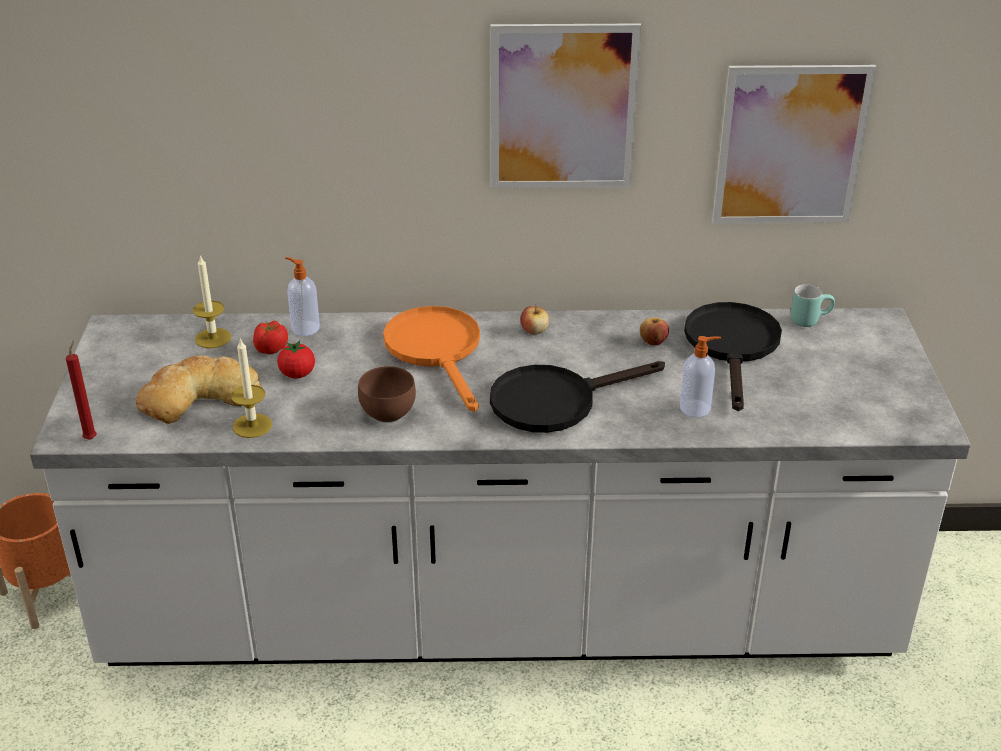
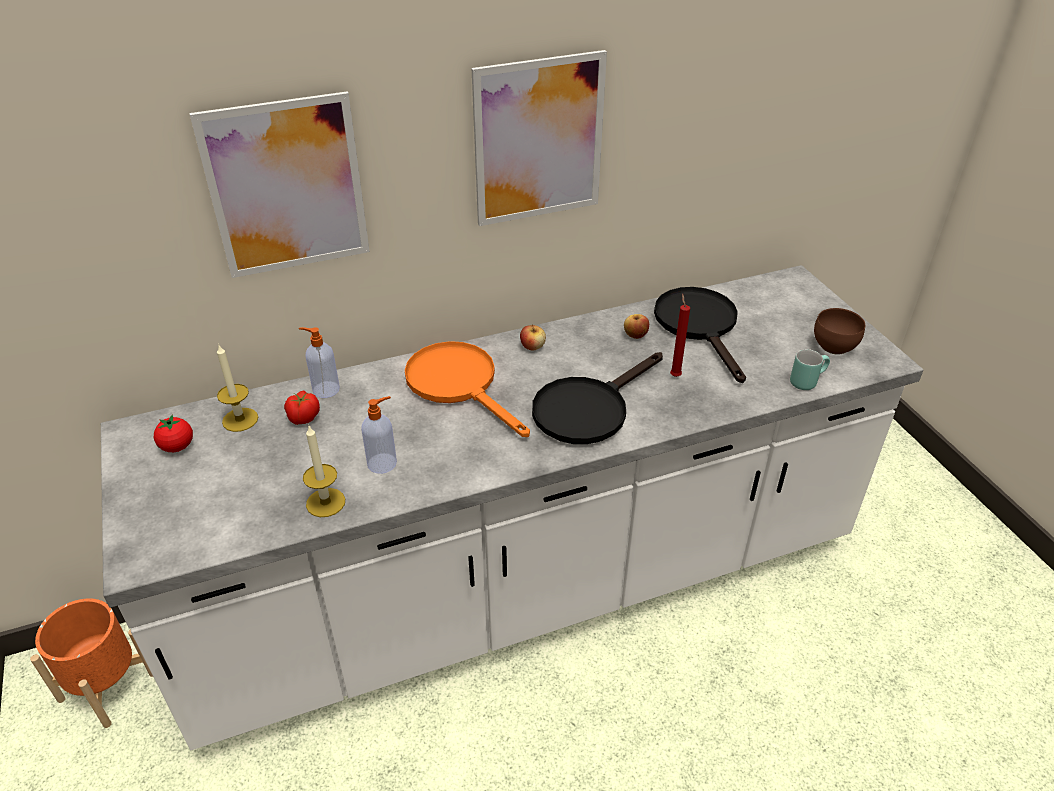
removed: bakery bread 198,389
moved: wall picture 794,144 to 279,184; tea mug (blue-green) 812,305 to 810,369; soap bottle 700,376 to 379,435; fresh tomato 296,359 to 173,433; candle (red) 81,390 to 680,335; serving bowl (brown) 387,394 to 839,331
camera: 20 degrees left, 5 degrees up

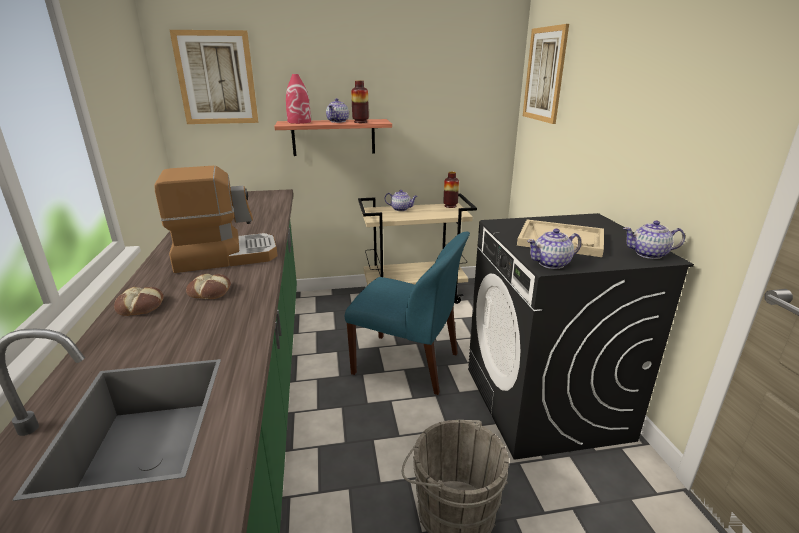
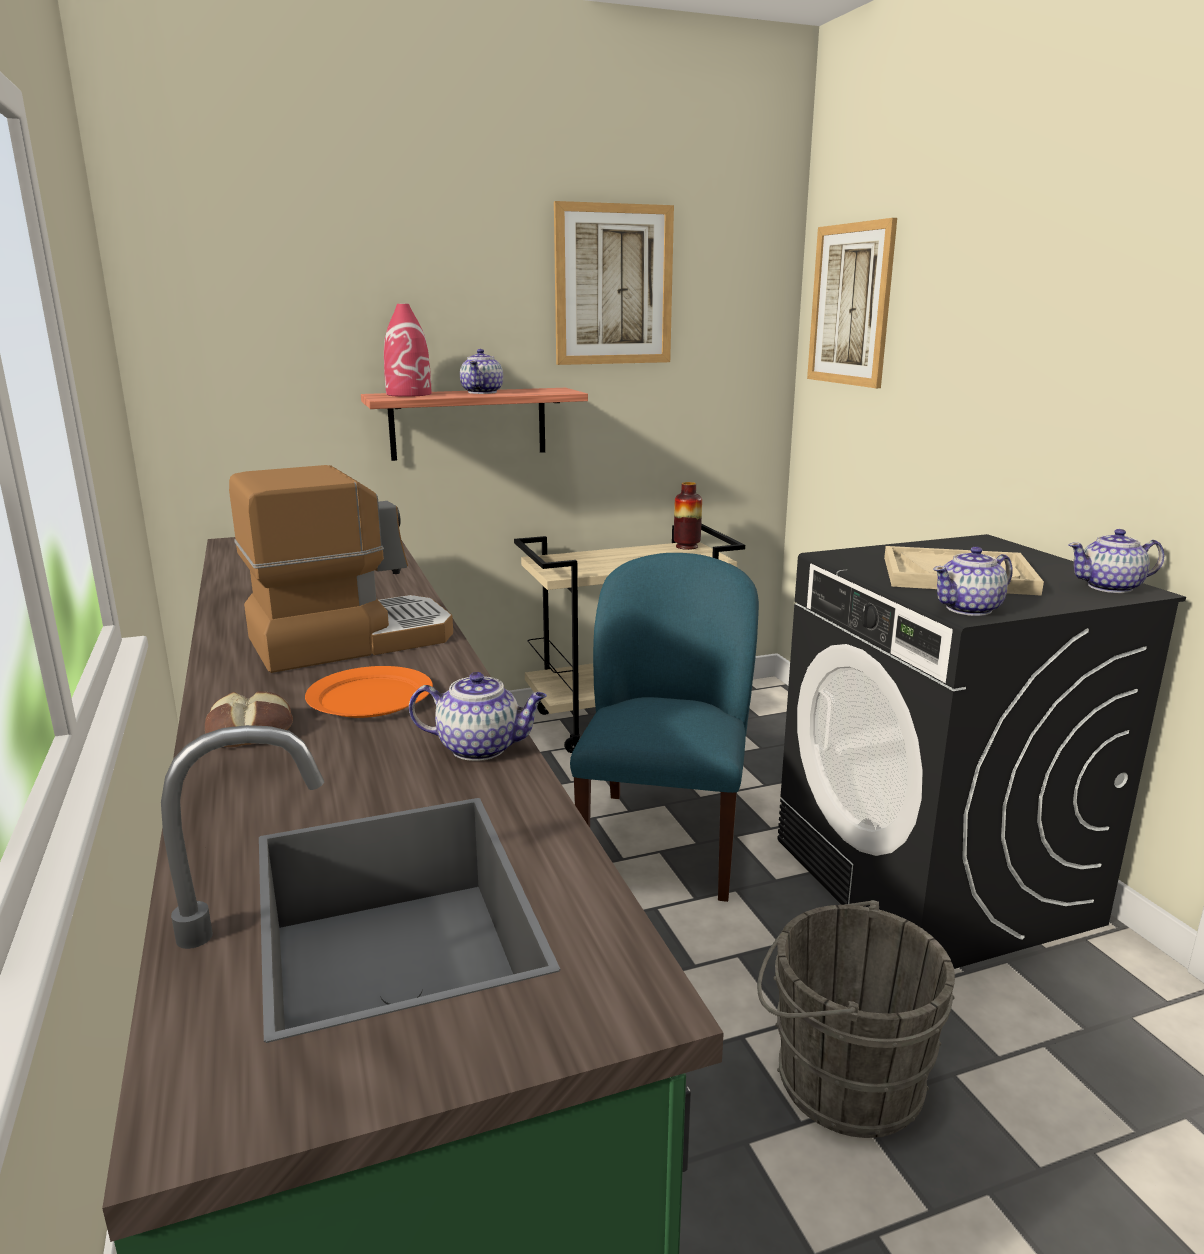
removed: decorative vase 360,101
moved: wall picture 214,77 to 614,283; pot for tea 401,200 to 478,716
replaced: bakery bread 208,286 to flat dish (orange) 369,692
turned: chair (blue) 407,313 = 664,727 90 degrees counterclockwise
camera: 10 degrees left, 5 degrees down

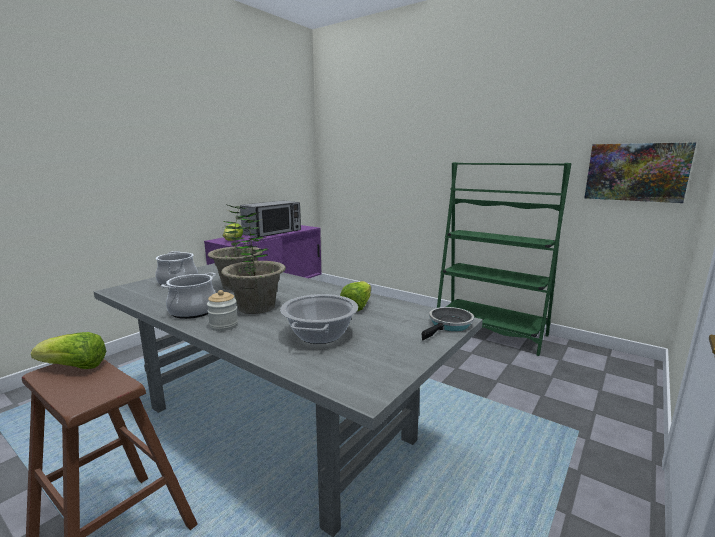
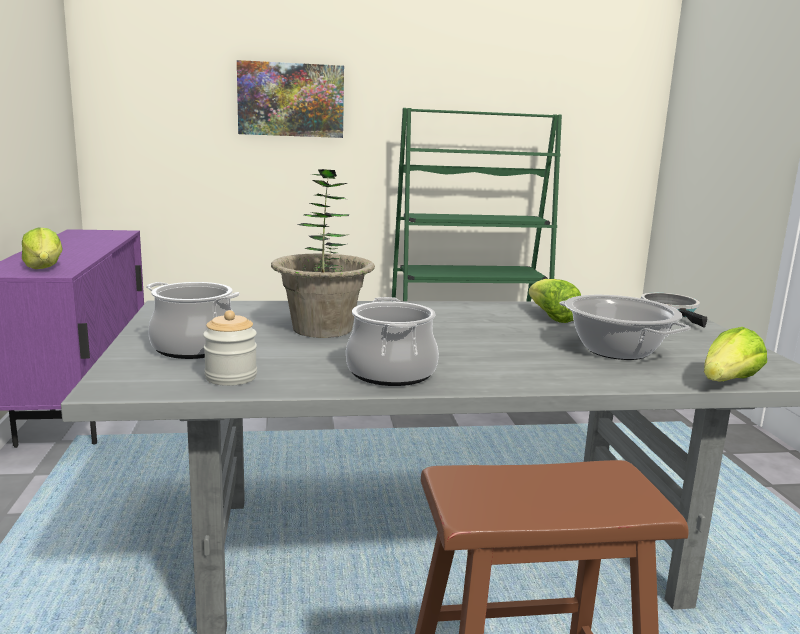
removed: microwave 270,219; plant in a pot 253,263
moved: wall picture 640,172 to 290,99; storage jar 222,310 to 230,348; lettuce 68,350 to 735,354
camera: 45 degrees left, 0 degrees up

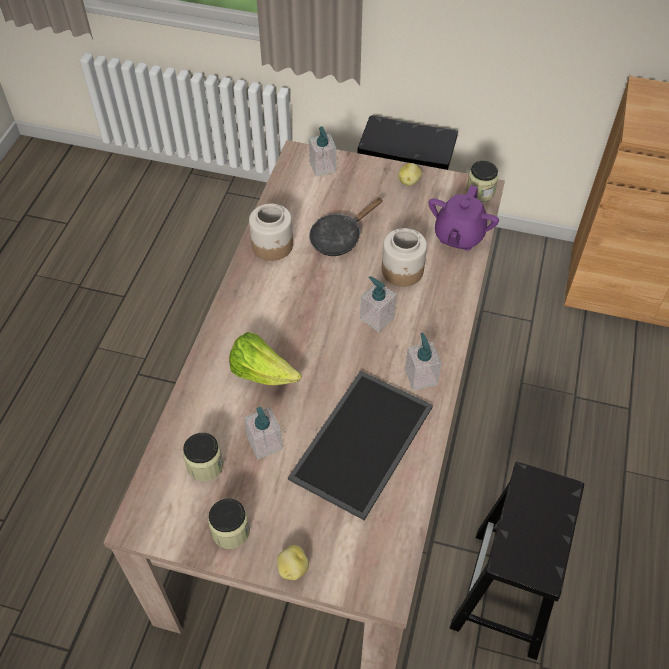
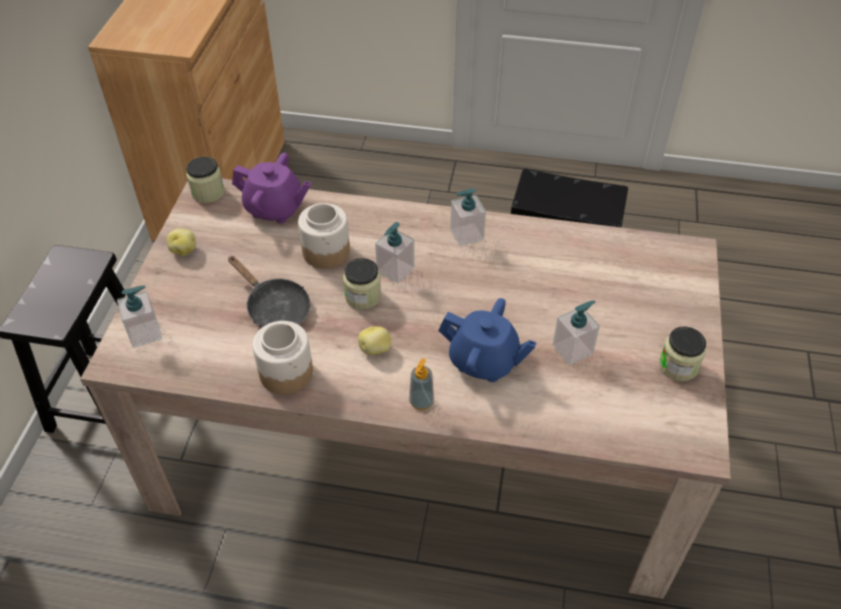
removed: carrying tray 360,446
added: soap bottle 421,384
moved: storage jar 203,457 to 362,283; spud 293,562 to 374,340
replaced: lettuce 265,359 to pot for tea (blue) 487,340
camera: 95 degrees left, 5 degrees down

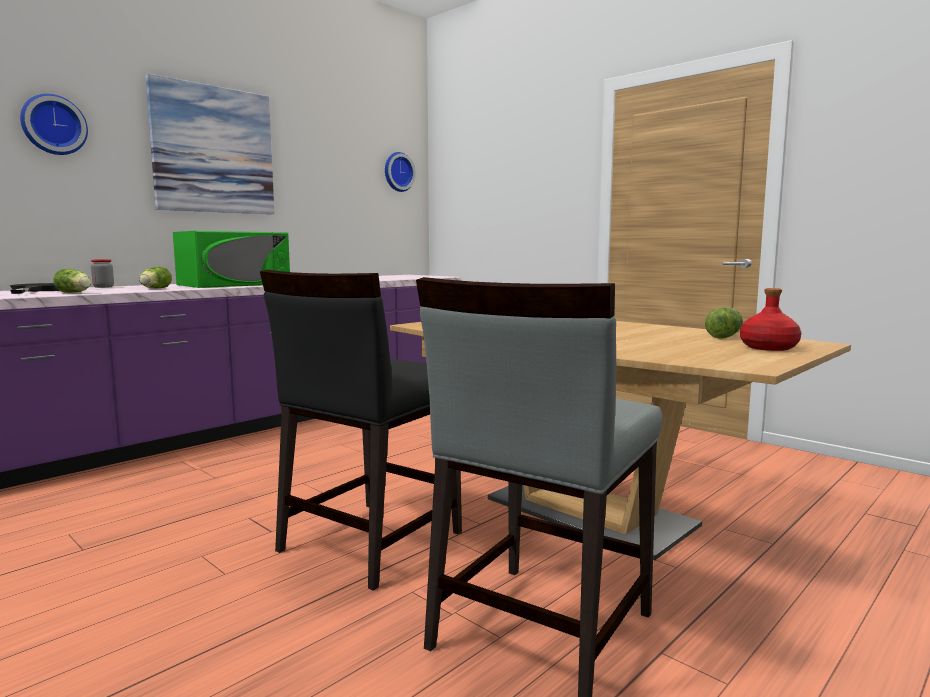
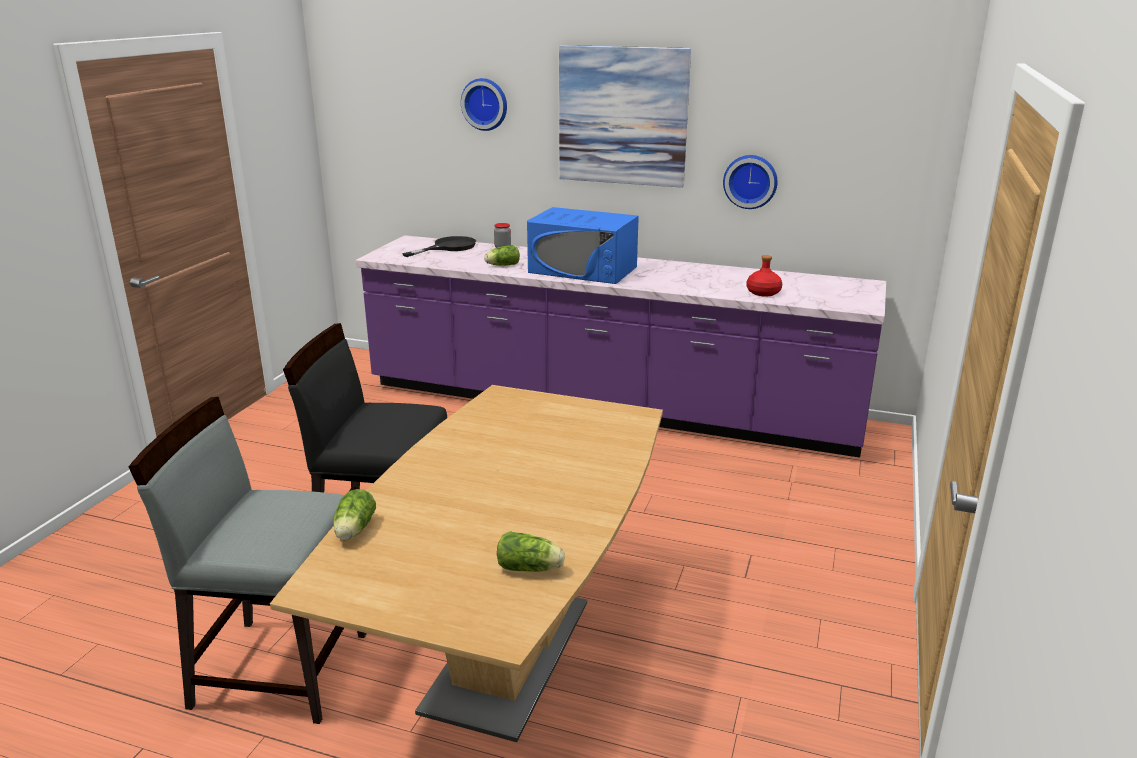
moved: hanging clock 400,172 to 750,182; lettuce 72,281 to 354,514; bottle (red) 770,319 to 764,275
recoloured: microwave (green) 231,259 to microwave (blue) 583,245
camera: 65 degrees right, 15 degrees up

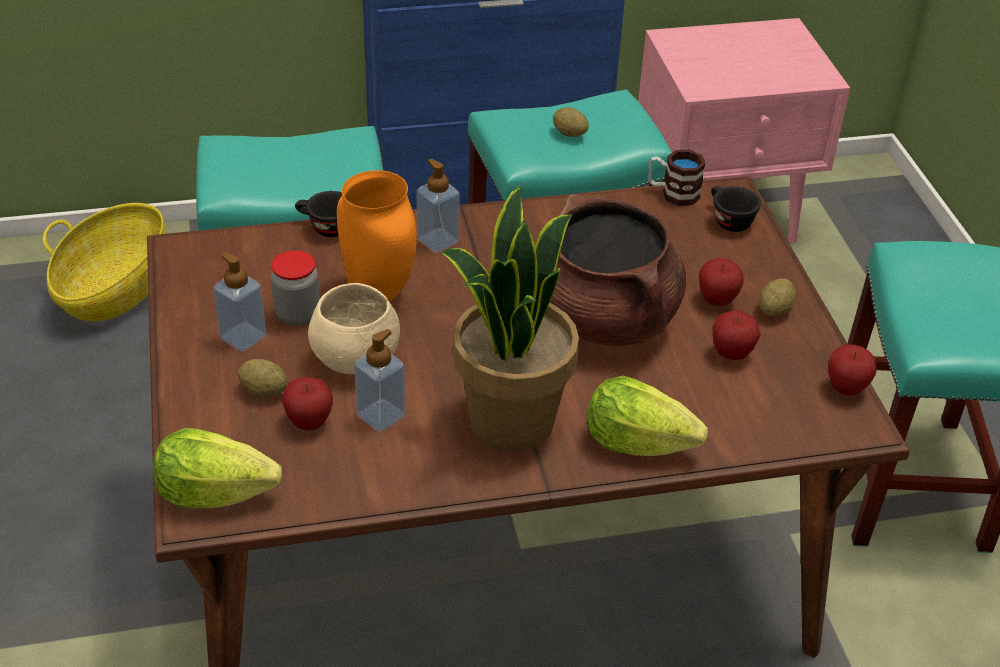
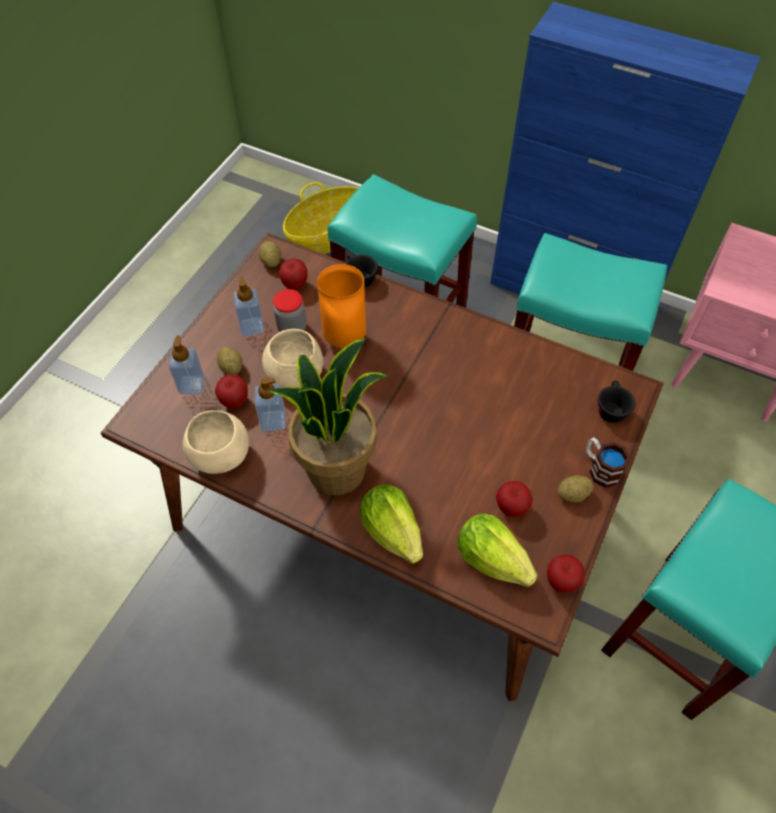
removed: saucepot (brown) 618,270
added: serving bowl (sand-coloured) 216,442
moved: spud 571,122 to 270,254; tea mug 677,177 to 608,462; soap bottle 438,206 to 186,364; whole apple 721,282 to 293,274; lettuce 217,468 to 497,550
camera: 40 degrees right, 15 degrees up

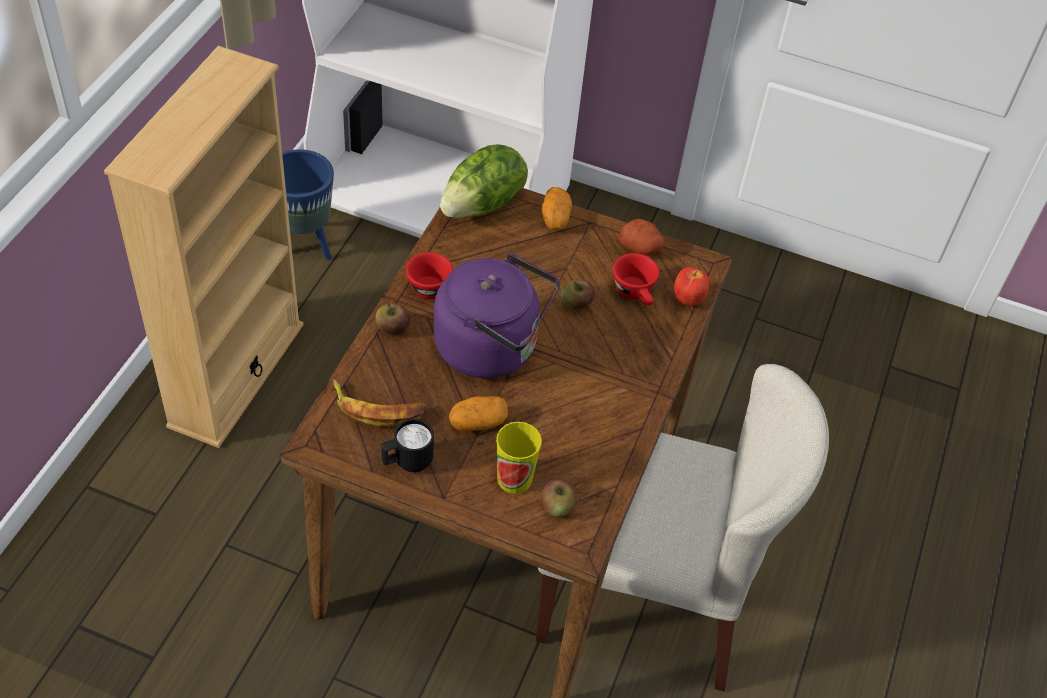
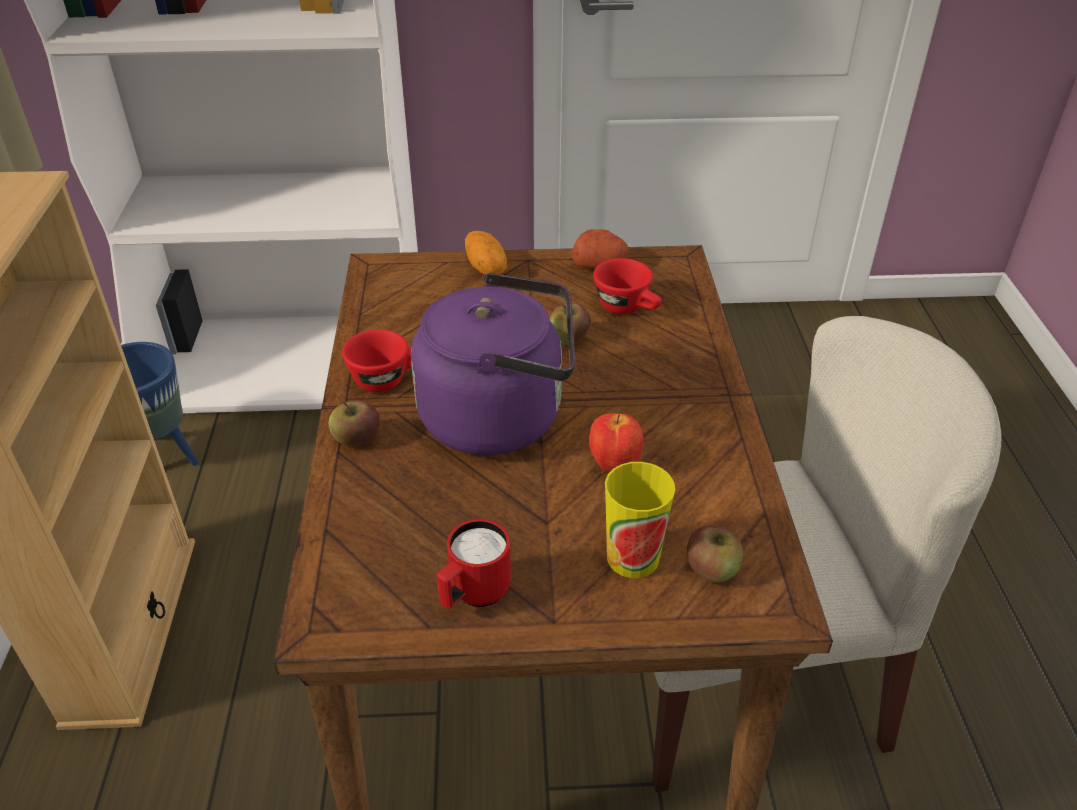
removed: lettuce 484,181; whole banana 379,403; spud 478,413
moved: whole apple 691,286 to 616,442
recoloured: tea mug (black-coloured) 407,445 to tea mug (red) 474,564
camera: 20 degrees left, 10 degrees down

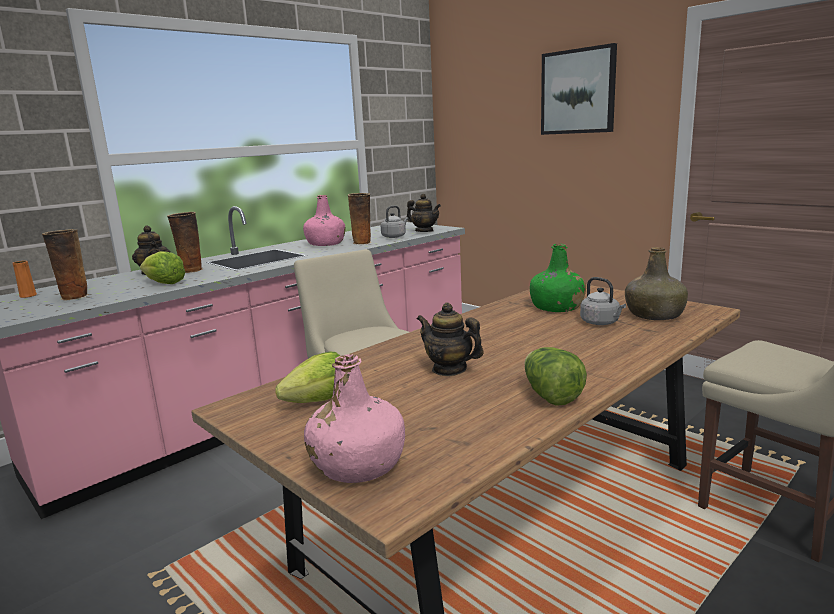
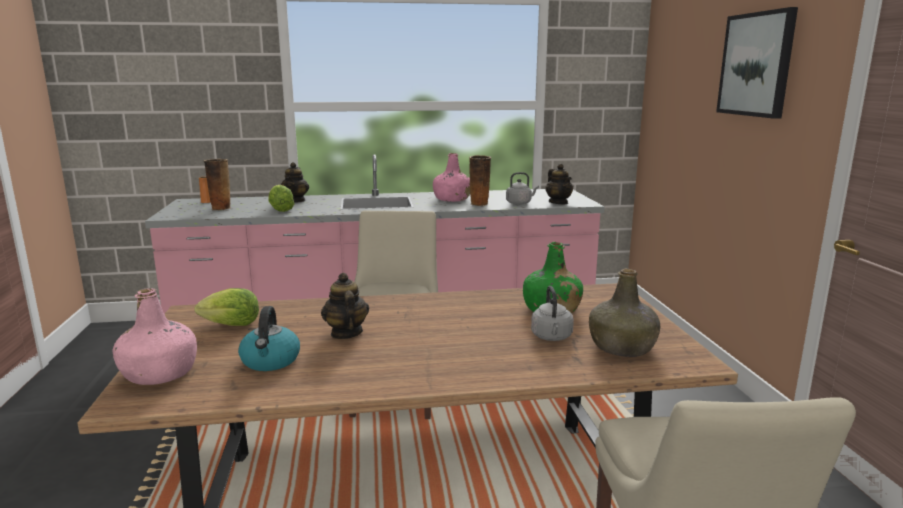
removed: decorative vase 185,242; lettuce 555,376
added: kettle 269,338
camera: 35 degrees right, 0 degrees up

